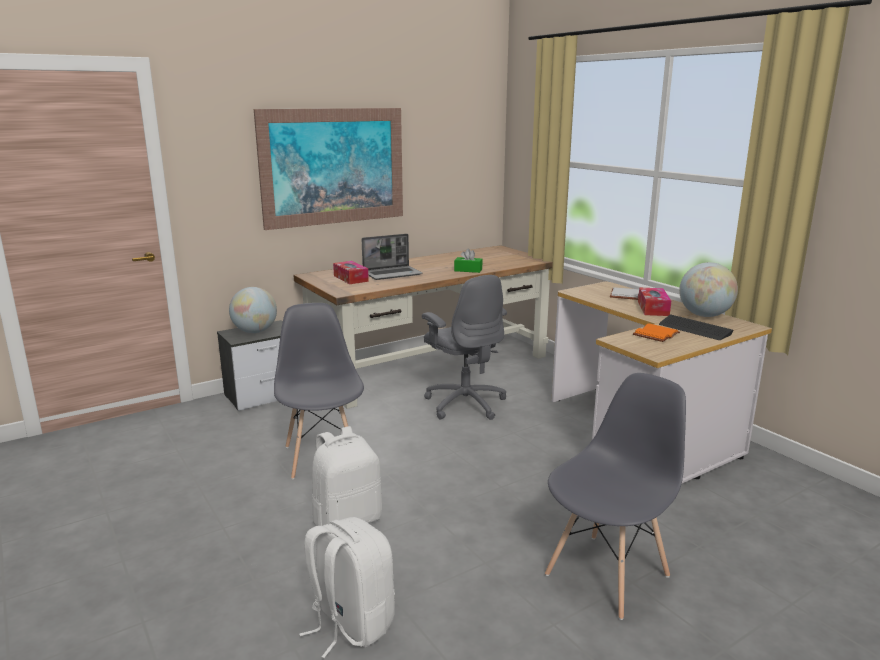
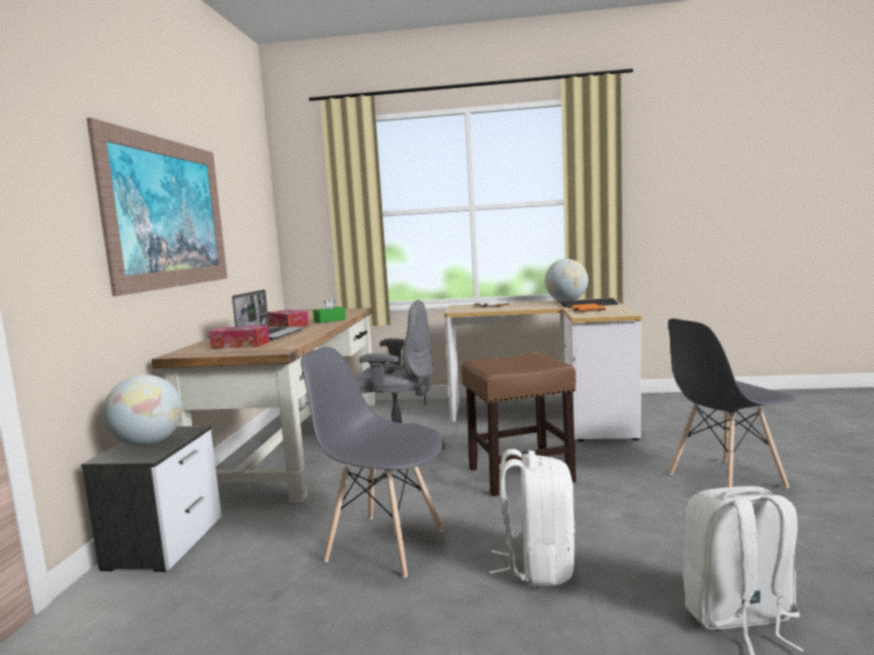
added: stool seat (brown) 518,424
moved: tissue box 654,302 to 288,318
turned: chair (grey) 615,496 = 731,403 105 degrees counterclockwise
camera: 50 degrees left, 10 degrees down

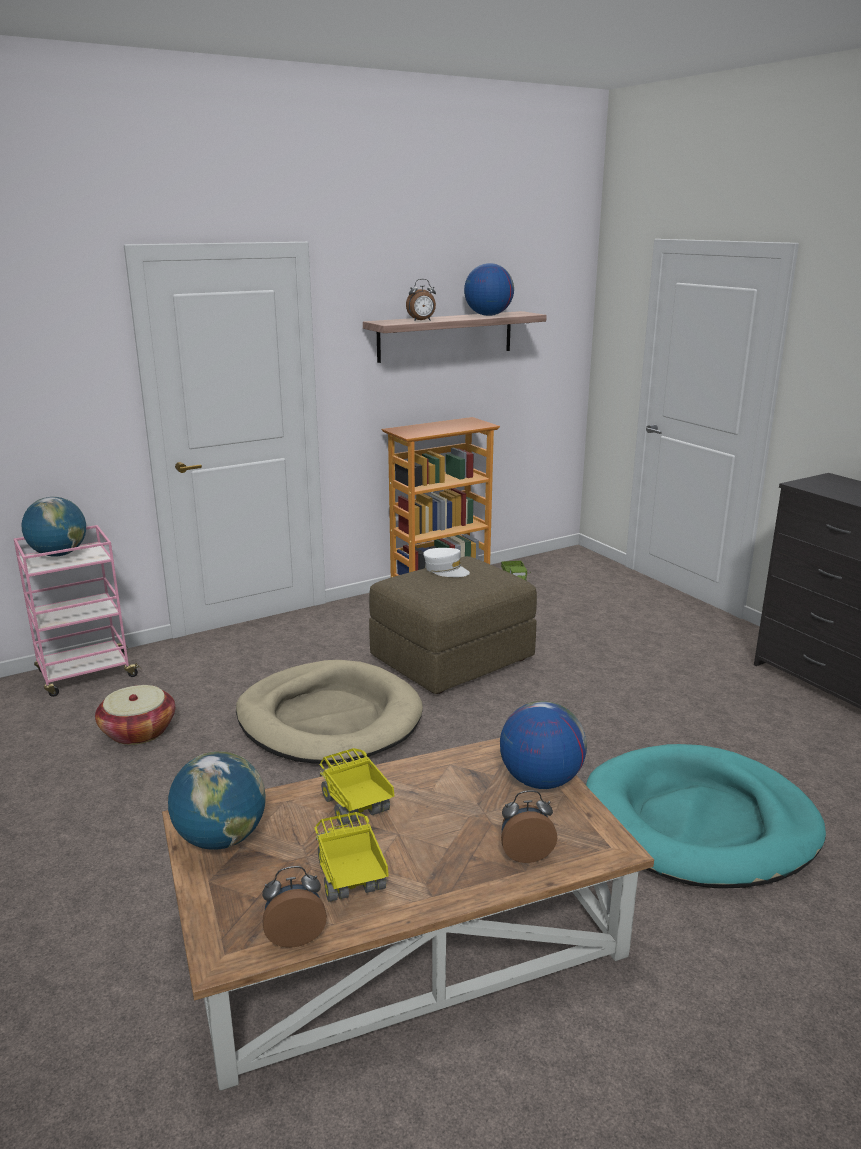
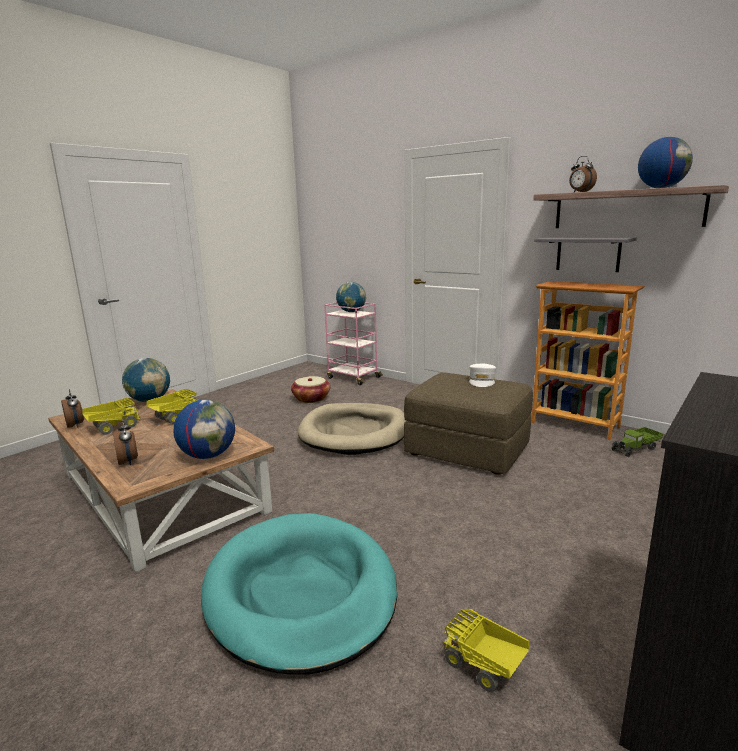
added: wall shelf (grey) 585,254; toy truck 486,650
camera: 70 degrees right, 5 degrees down

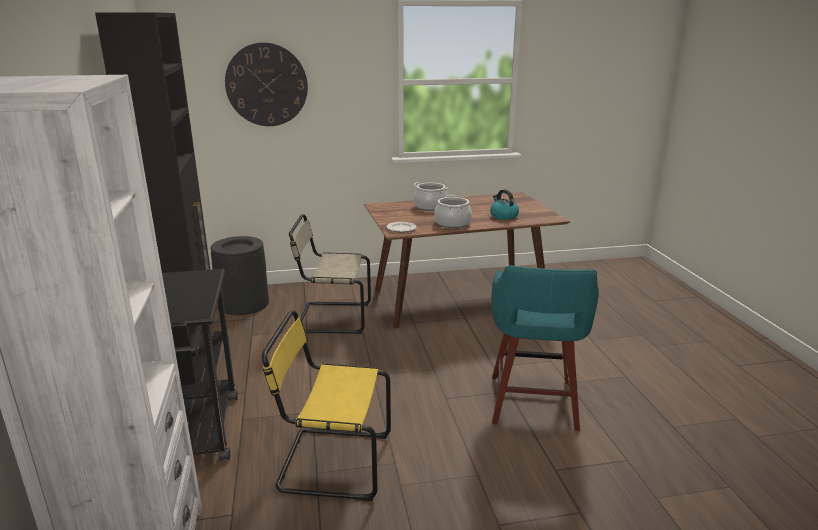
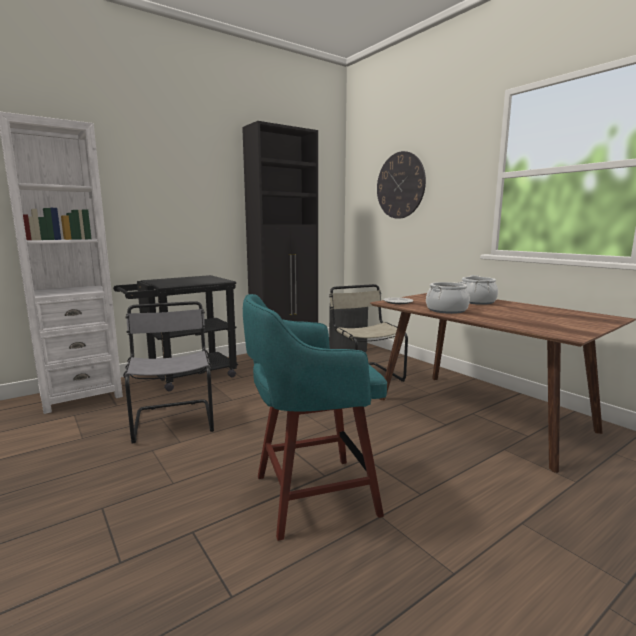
removed: kettle 504,204
recoloured: chair (yellow) 326,405 to chair (grey) 168,372
camera: 65 degrees right, 10 degrees down

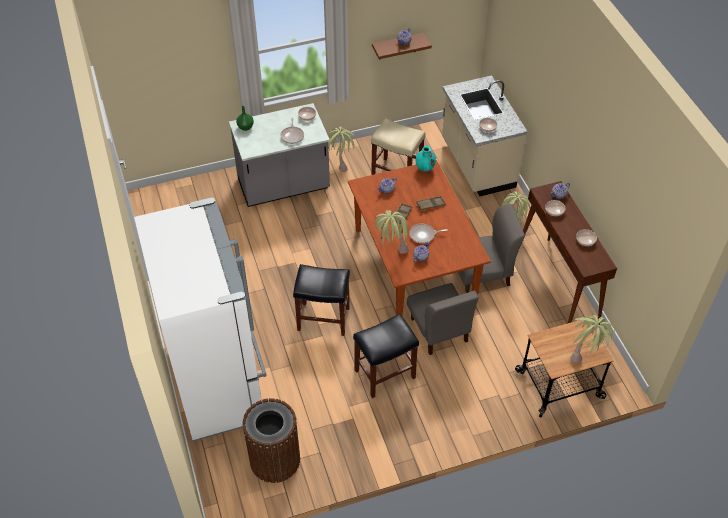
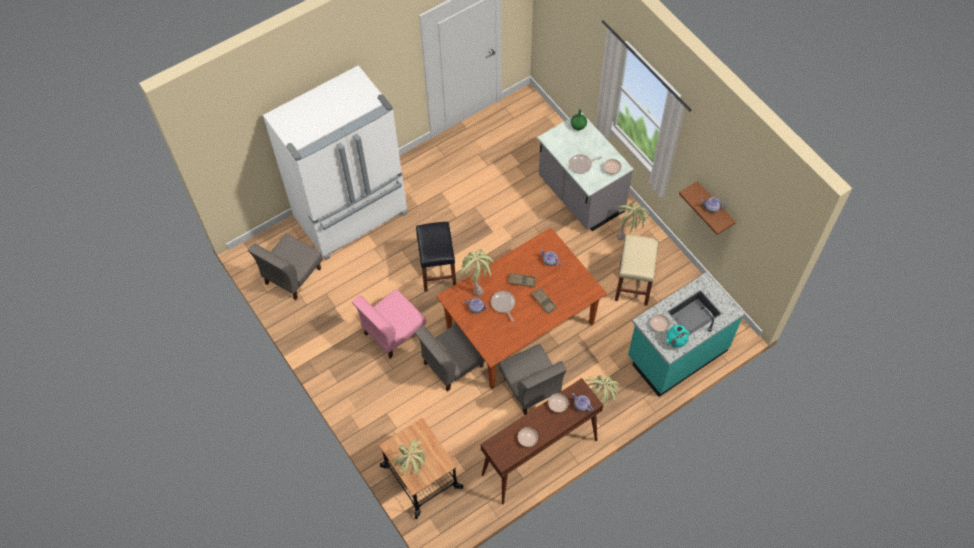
moved: decorative vase (blue-green) 426,158 to 678,336
replaced: stool seat (black-coloured) 386,356 to chair (pink) 389,324; rubbish bin (brown) 271,440 to chair (grey) 285,267
recoloured: kitchen base unit (sand-coloured) 485,136 to kitchen base unit (blue-green) 686,334
camera: 75 degrees right, 10 degrees up

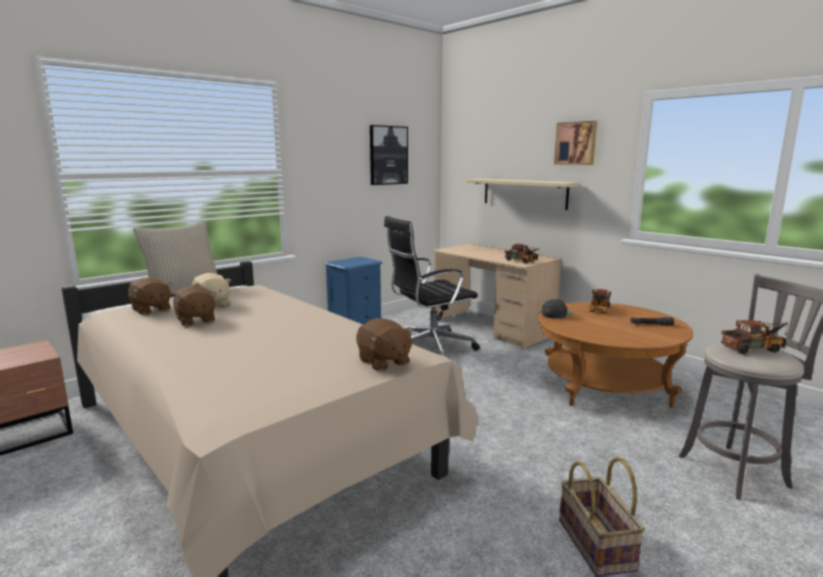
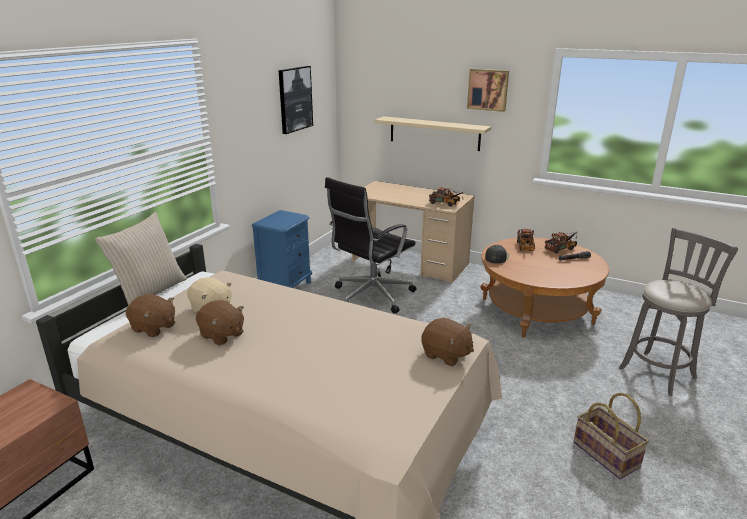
moved: toy truck 754,337 to 560,243
camera: 20 degrees left, 10 degrees up

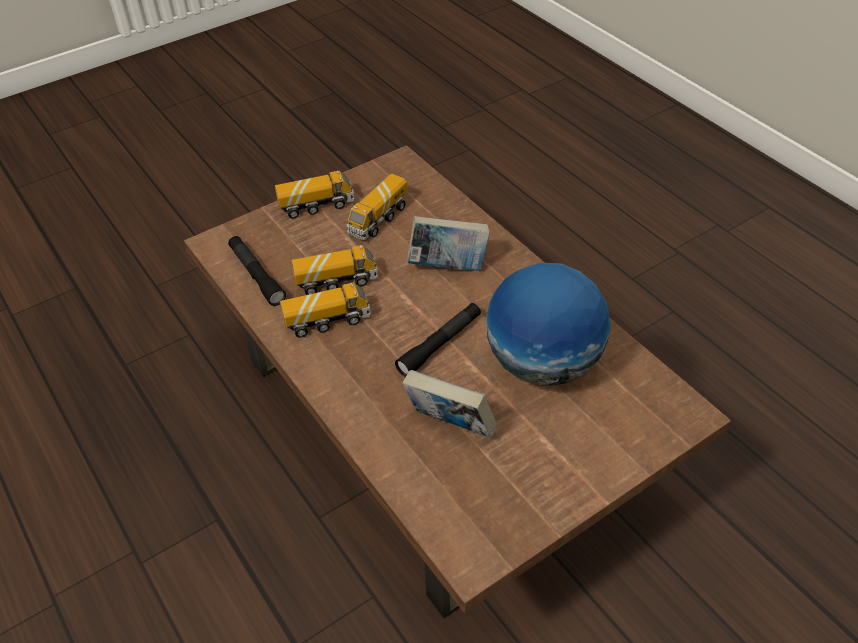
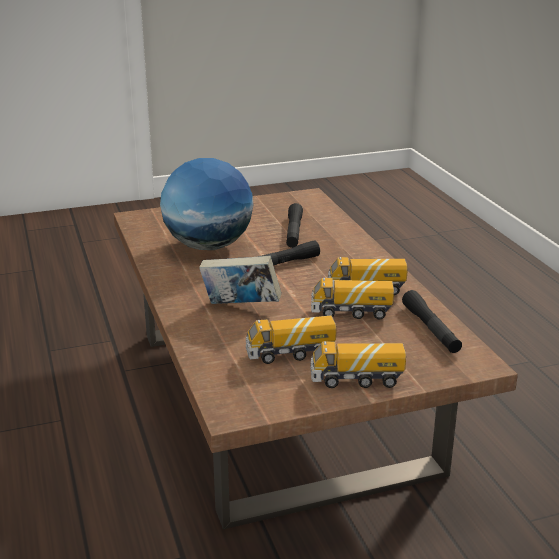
replaced: volume 449,404 to hand torch (black-coloured) 294,225
turned: toy truck 376,207 = 291,340 150 degrees counterclockwise
camera: 165 degrees left, 20 degrees down

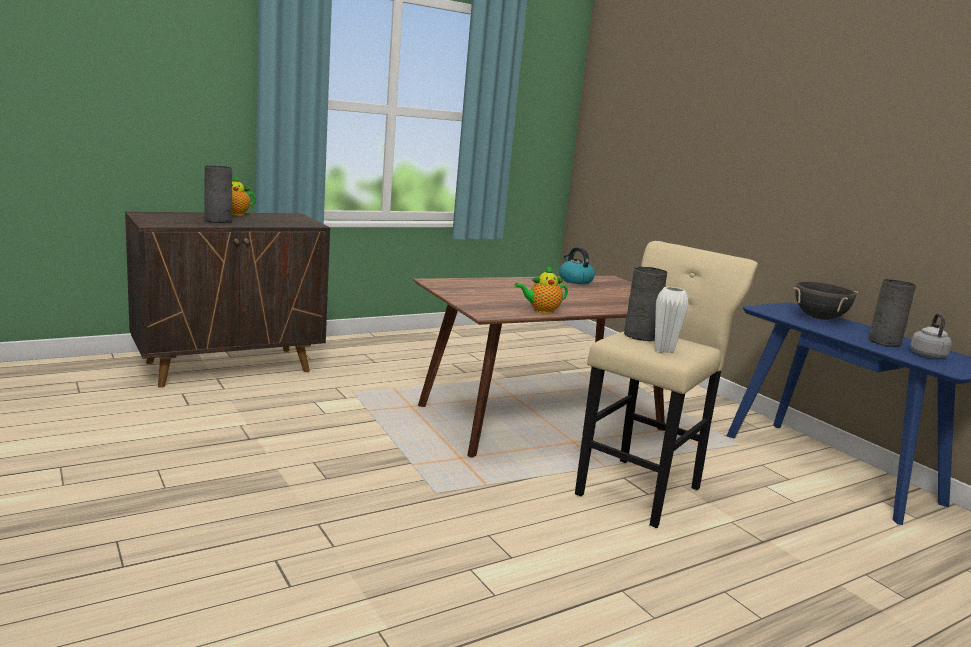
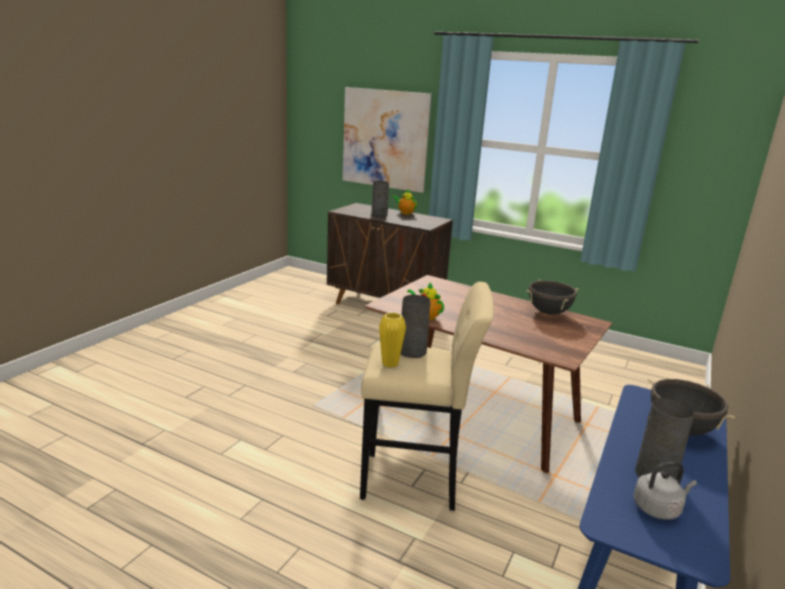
added: wall picture 387,140
replaced: kettle 577,265 to saucepot (black-coloured) 552,297
recoloured: decorative vase (white-coloured) 672,320 to decorative vase (yellow) 392,339
camera: 60 degrees right, 5 degrees up

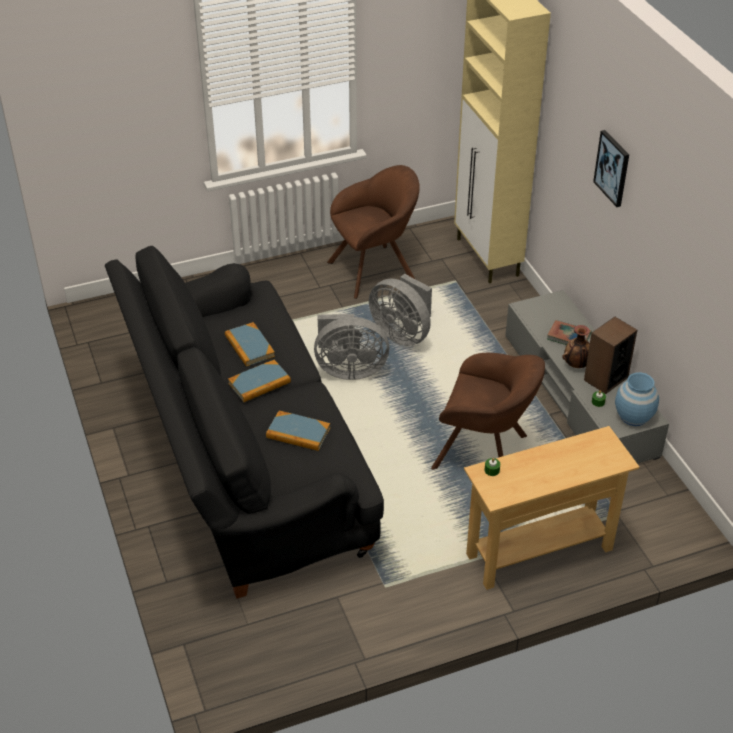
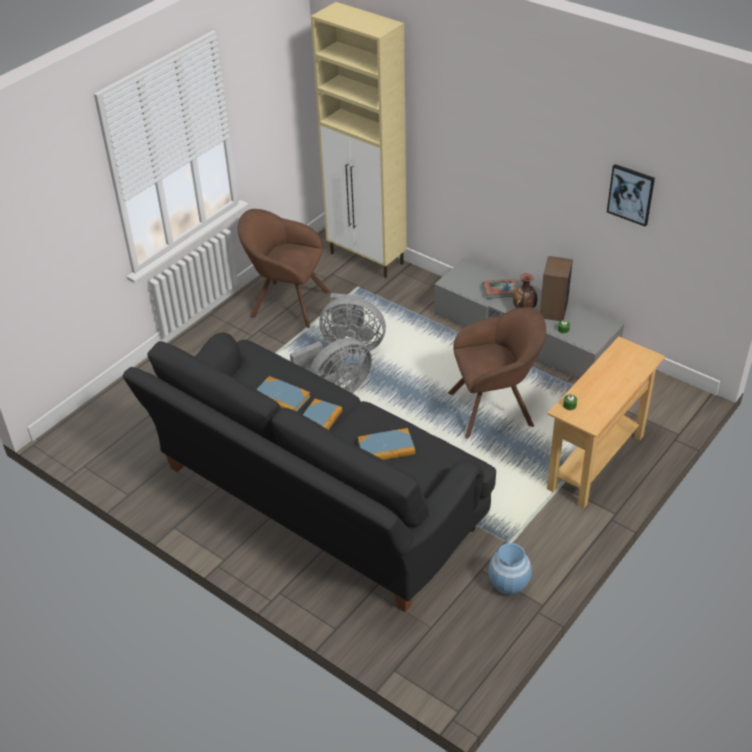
moved: wall picture 611,168 to 631,195; decorative vase (blue) 637,399 to 510,569
turned: armchair (brown) 373,232 = 284,268 105 degrees counterclockwise
camera: 30 degrees left, 0 degrees up

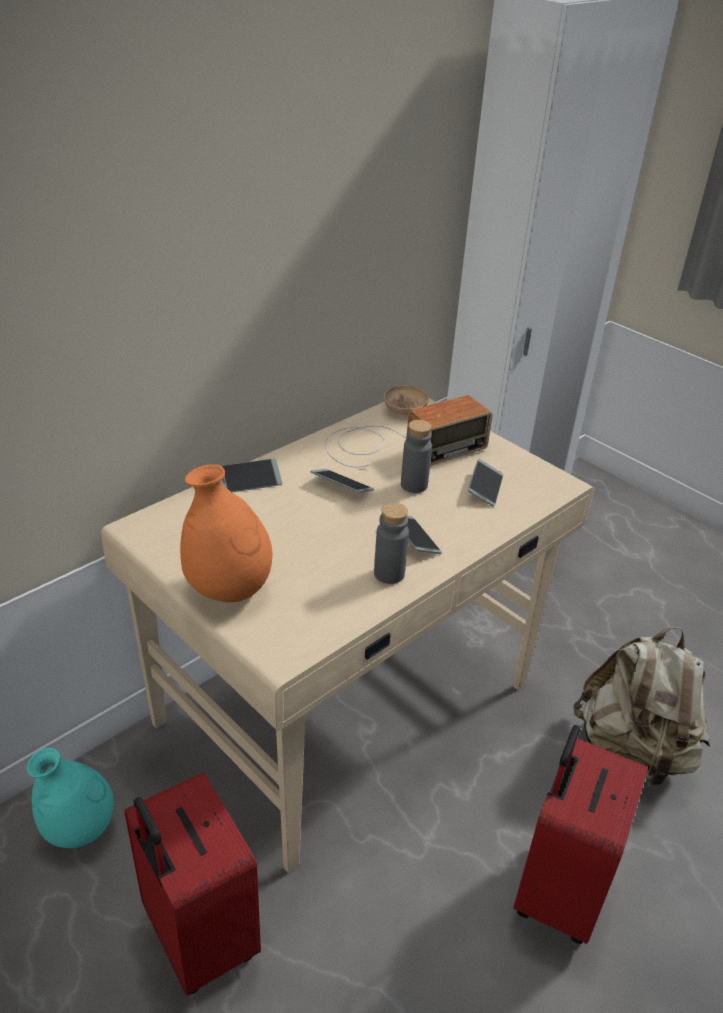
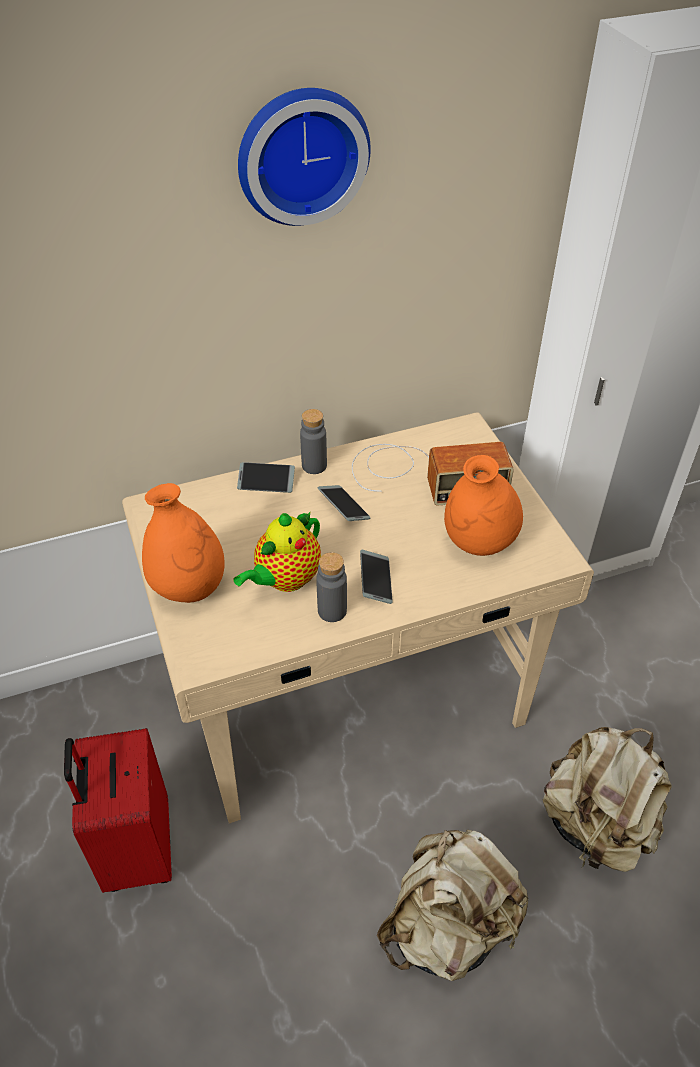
removed: serving bowl (brown) 406,400; decorative vase (blue-green) 70,798
added: hanging clock 304,157; pot for tea 277,551
moved: bottle (grey) 416,456 to 313,441
replaced: telephone 485,483 to decorative vase (orange) 483,505; travel case (red) 580,834 to rucksack (sand-coloured) 453,905
camera: 25 degrees right, 10 degrees up

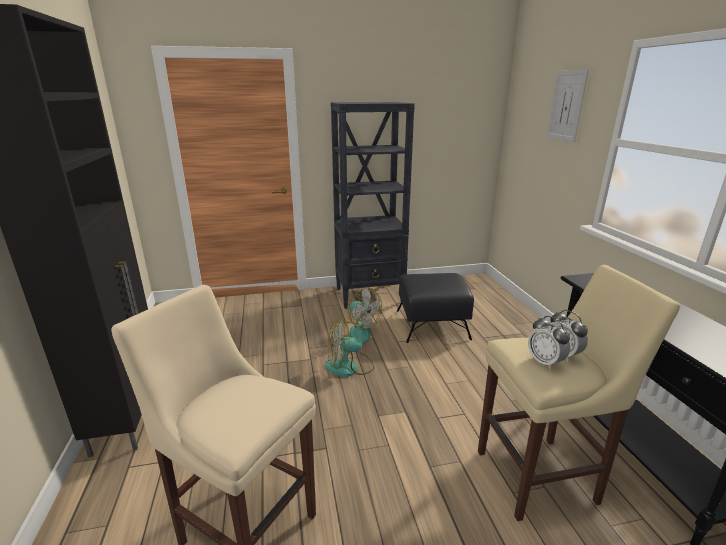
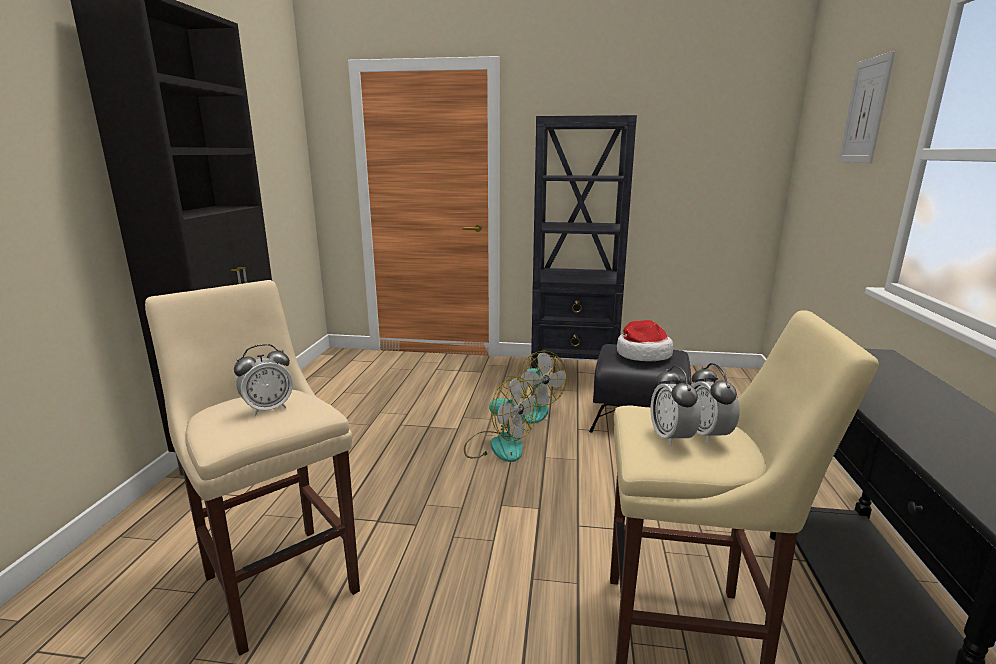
added: clothing hat 645,340; alarm clock 263,380
turned: electric fan 349,348 = 501,419 150 degrees counterclockwise
camera: 20 degrees right, 5 degrees down

